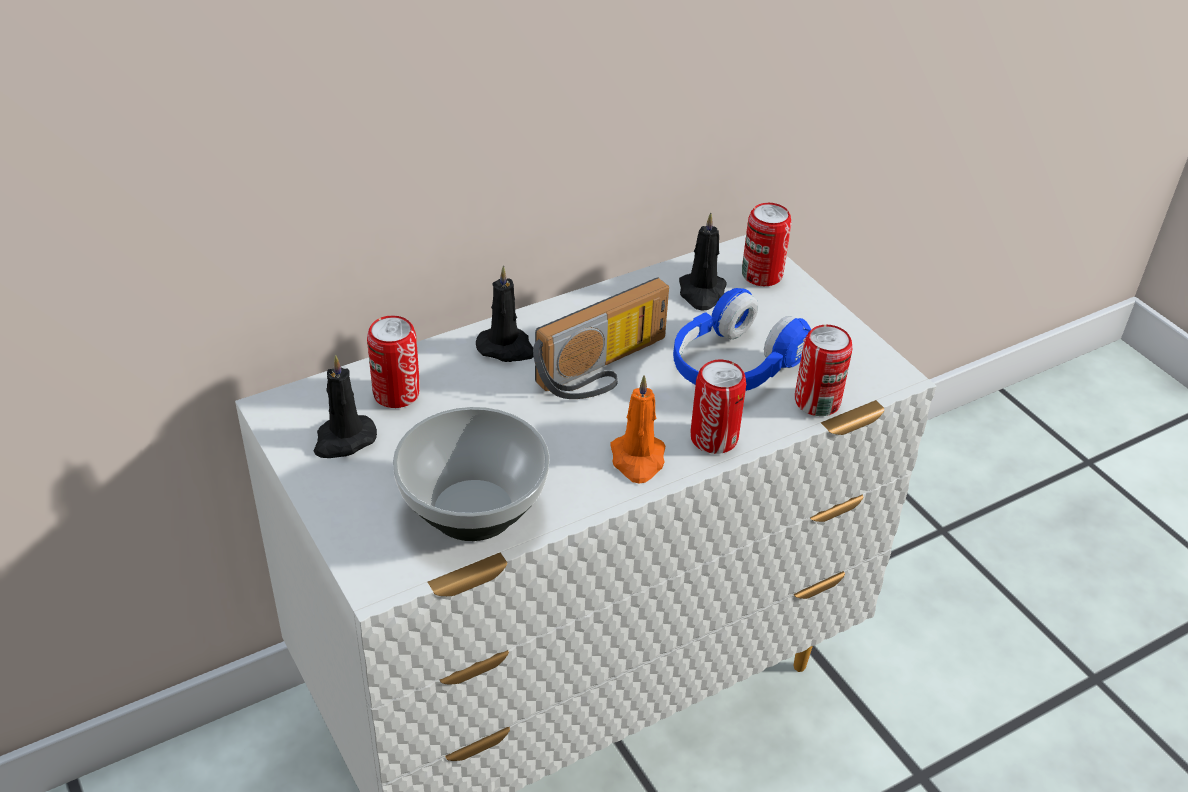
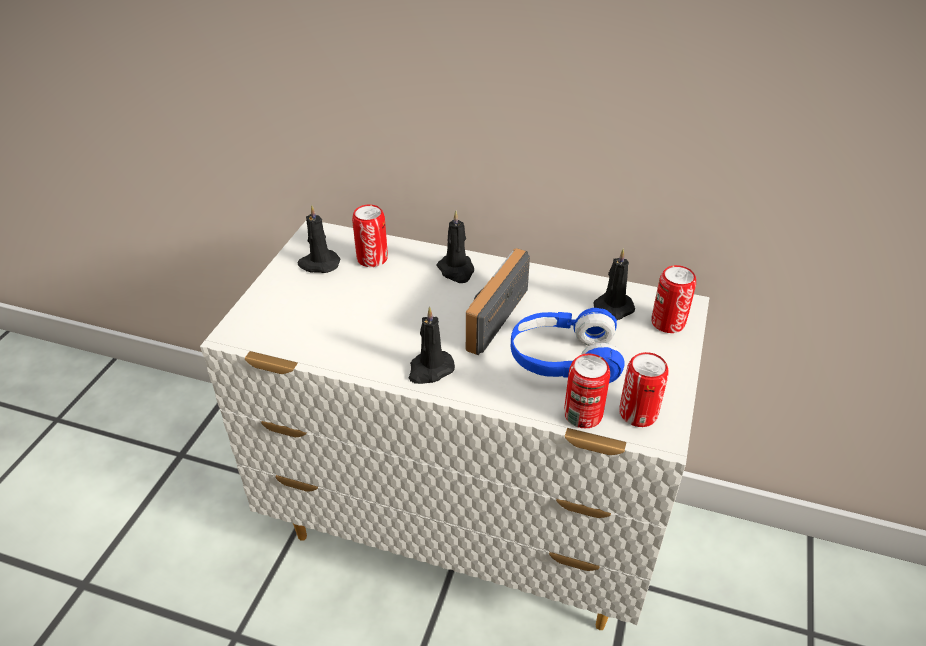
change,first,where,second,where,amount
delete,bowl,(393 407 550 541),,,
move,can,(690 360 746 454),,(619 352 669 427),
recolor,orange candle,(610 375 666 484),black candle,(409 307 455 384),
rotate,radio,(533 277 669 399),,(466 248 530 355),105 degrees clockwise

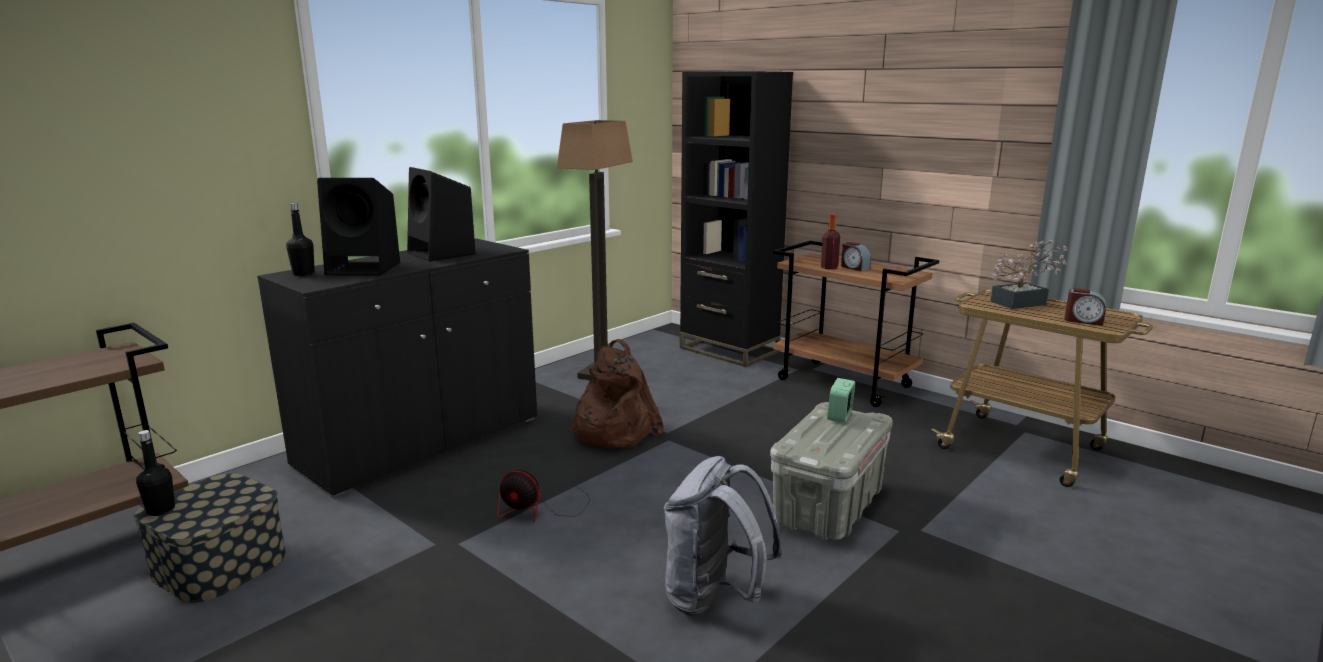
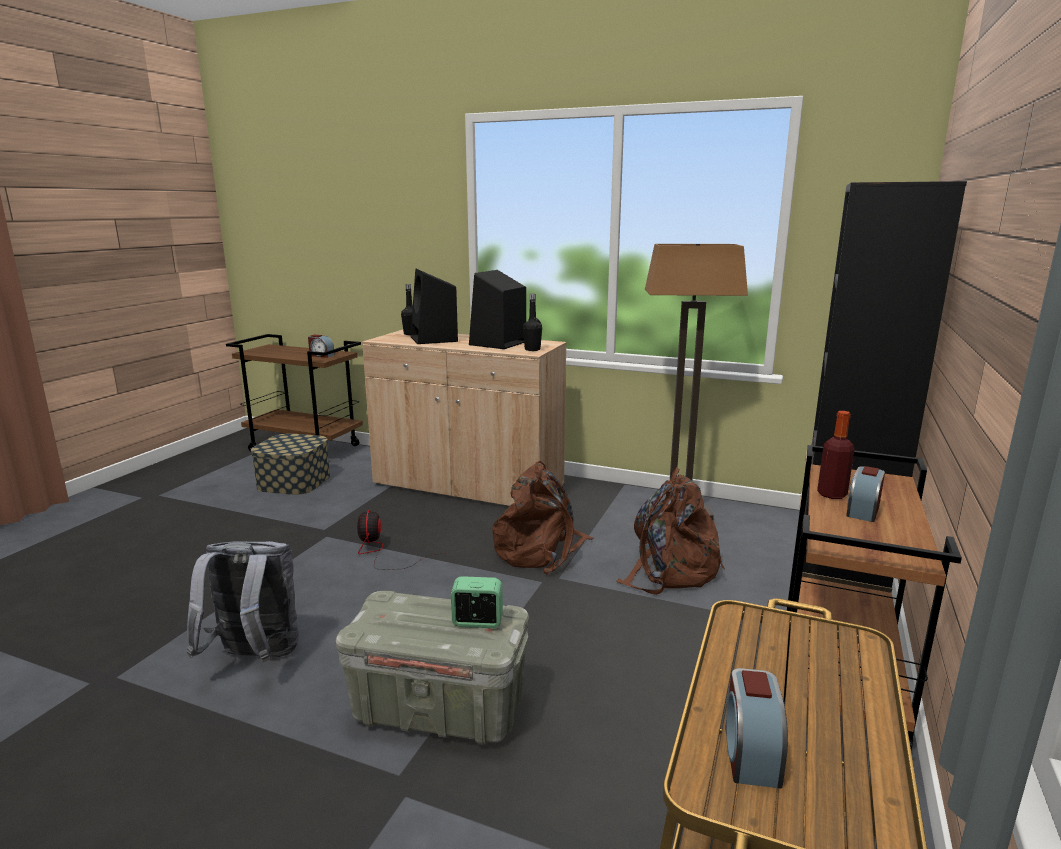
change,first,where,second,where,amount
delete,potted plant,(991 240 1067 309),,,
insert,,,alarm clock,(308 335 335 358),
insert,,,brown backpack,(616 467 725 595),
move,black bottle,(136 430 175 516),,(523 294 542 351),
recolor,black cabinet,(257 238 537 498),beige cabinet,(362 330 567 506),

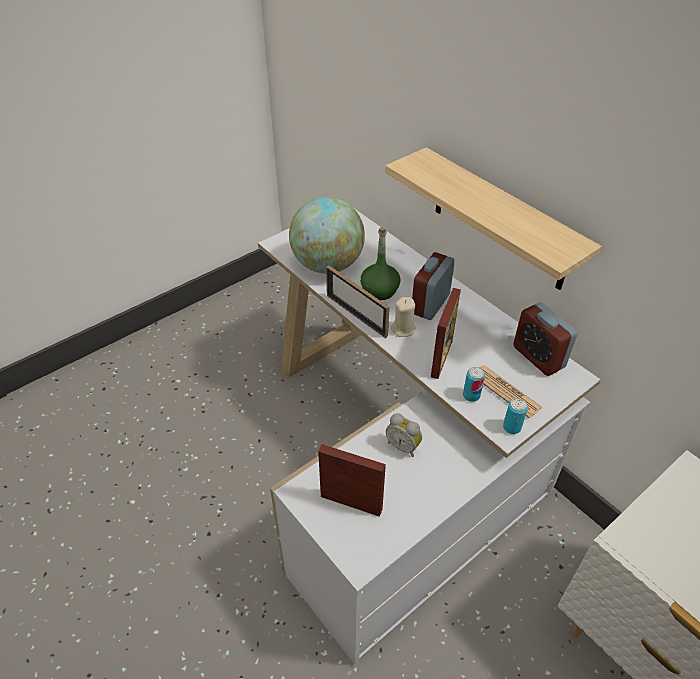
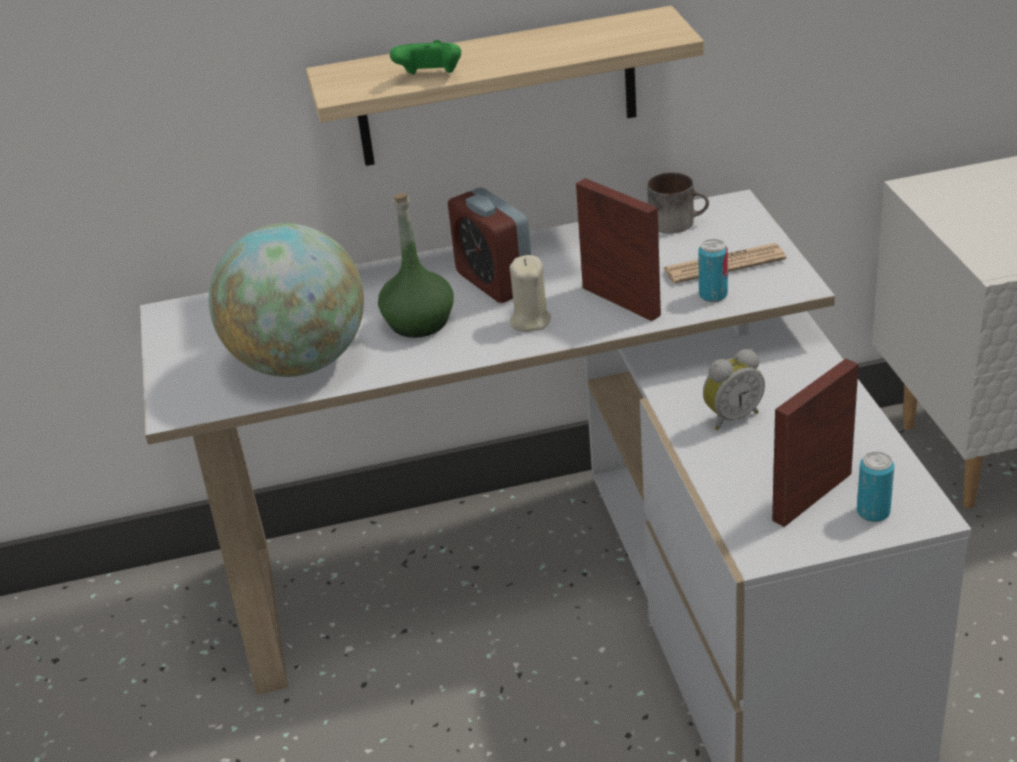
change,first,where,second,where,amount
delete,picture frame,(326 265 390 338),,,
insert,,,green game controller,(390 40 461 75),
move,can,(503 398 528 434),,(857 451 894 522),
replace,alarm clock,(513 302 577 376),mug,(647 172 709 234),

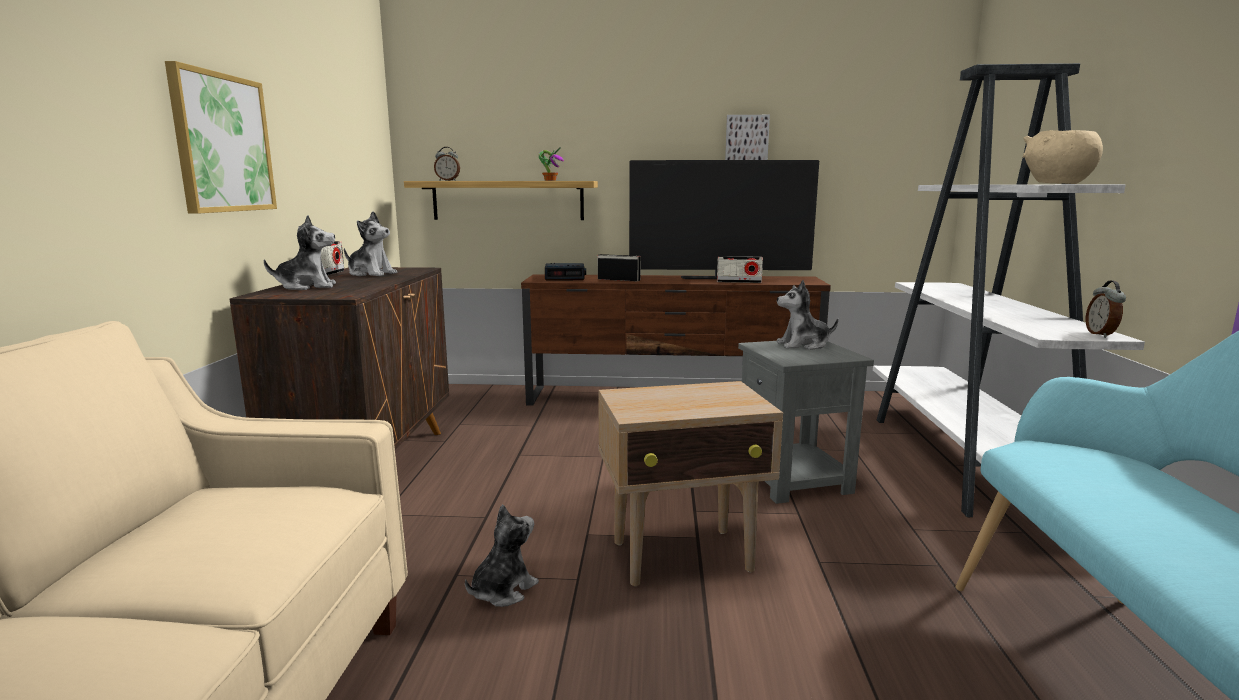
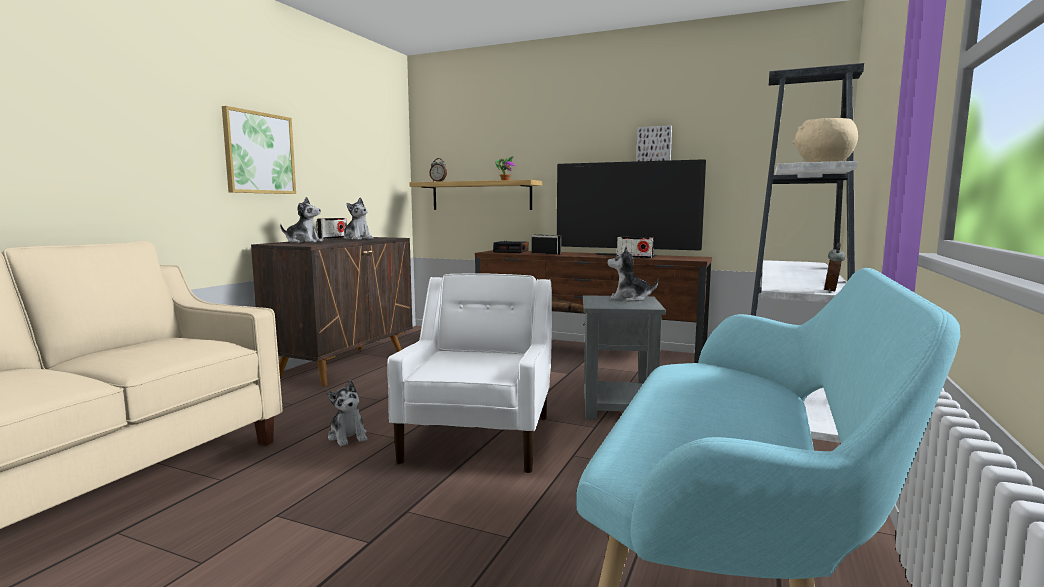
change,first,where,second,where,amount
replace,beige side table,(598 381 783 586),white armchair,(387 274 552 473),
rotate,plush toy,(465 504 539 607),,(327 380 368 446),90 degrees clockwise

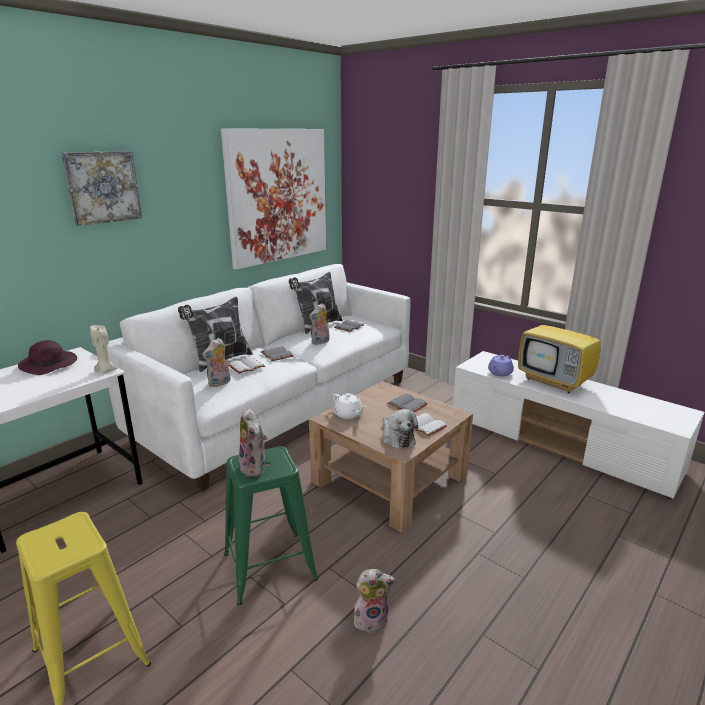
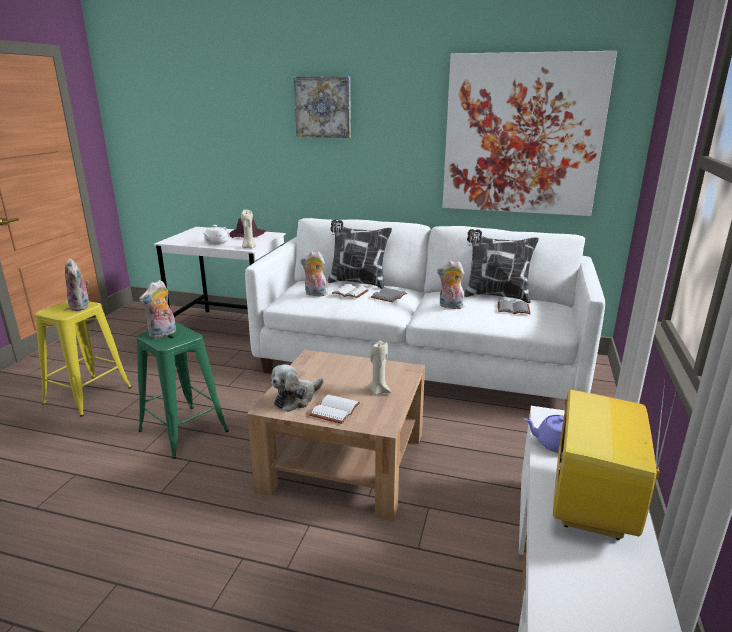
change,first,where,second,where,amount
move,white teapot,(333 393 366 419),,(203 225 228 245),
move,plush toy,(354 569 395 633),,(65 258 89 311),
replace,grey book,(387 393 428 412),beige candle,(366 340 391 396),

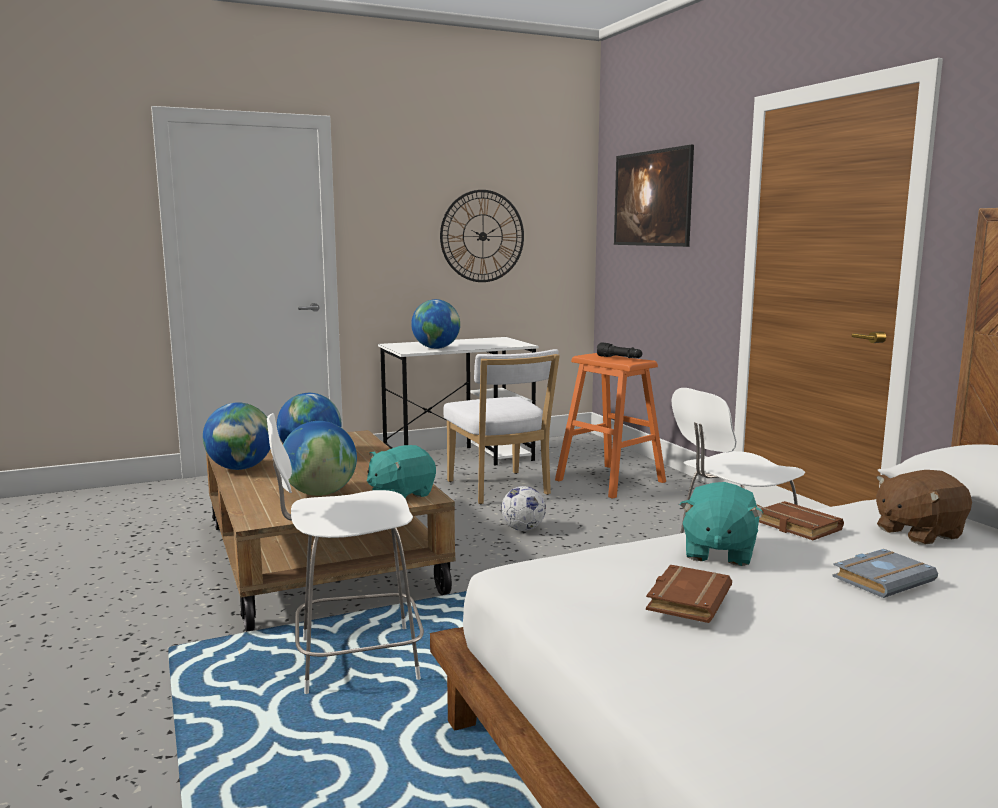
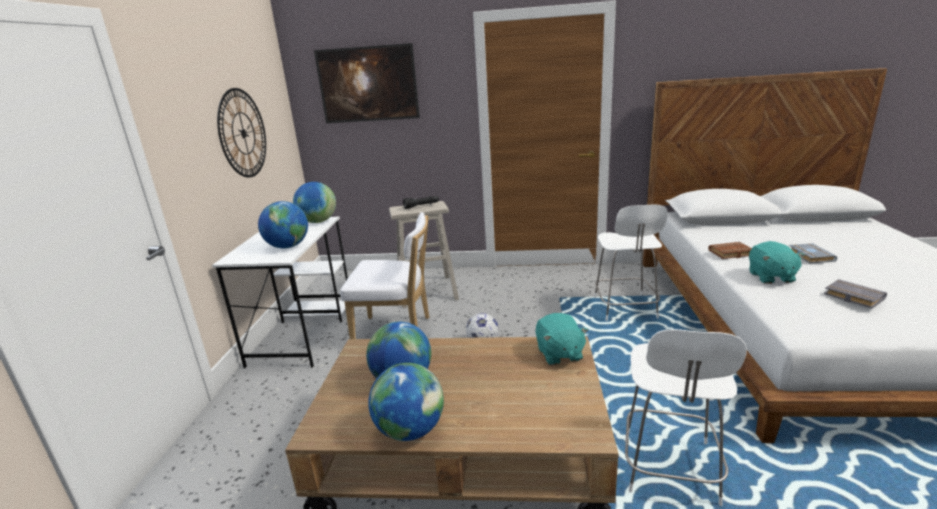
change,first,where,second,where,amount
delete,brown plush toy,(876 470 972 545),,,
move,globe,(283 421 357 496),,(293 182 336 223),
recolor,orange stool,(555 353 666 499),beige stool,(389 201 459 308),
recolor,brown book,(646 565 732 623),grey book,(824 279 887 309),
rotate,turquoise plush toy,(679 482 763 566),,(749 241 805 284),45 degrees clockwise

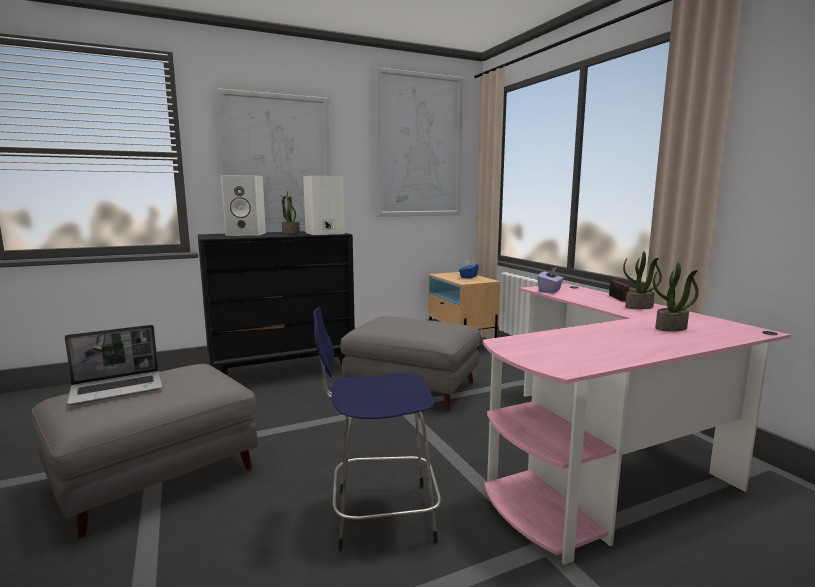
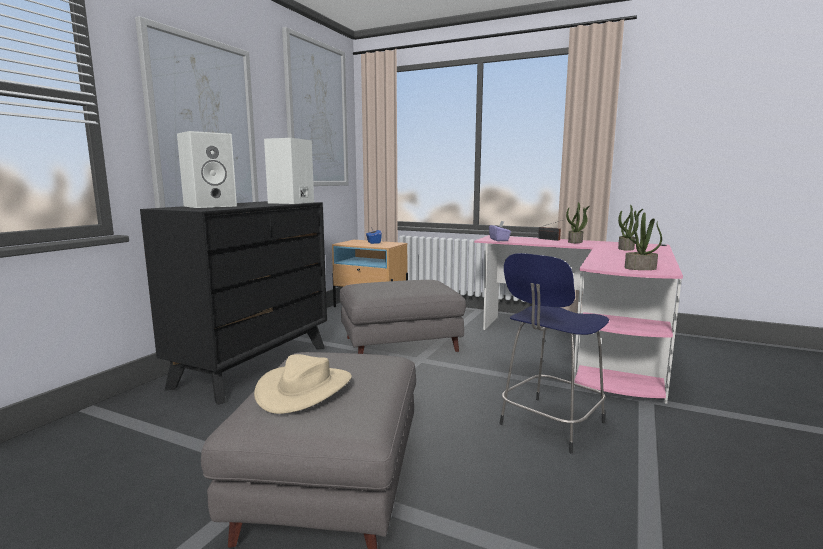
change,first,where,second,where,amount
move,potted plant,(280 192 300 234),,(625 212 662 270),
replace,laptop,(65 325 163 405),beige hat,(254 354 352 414),

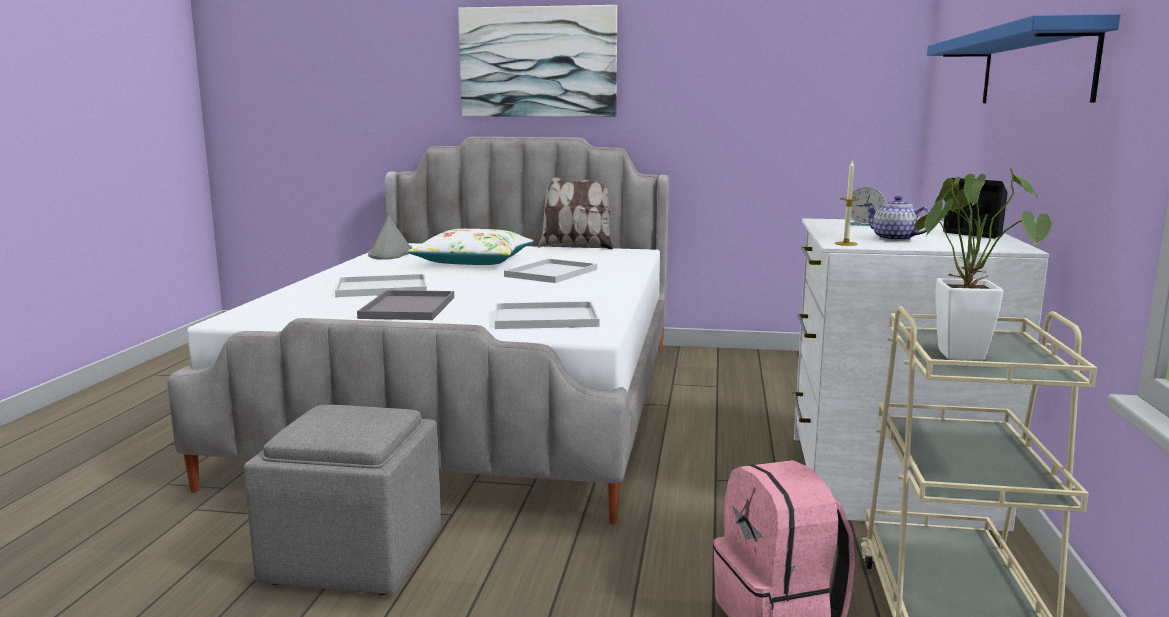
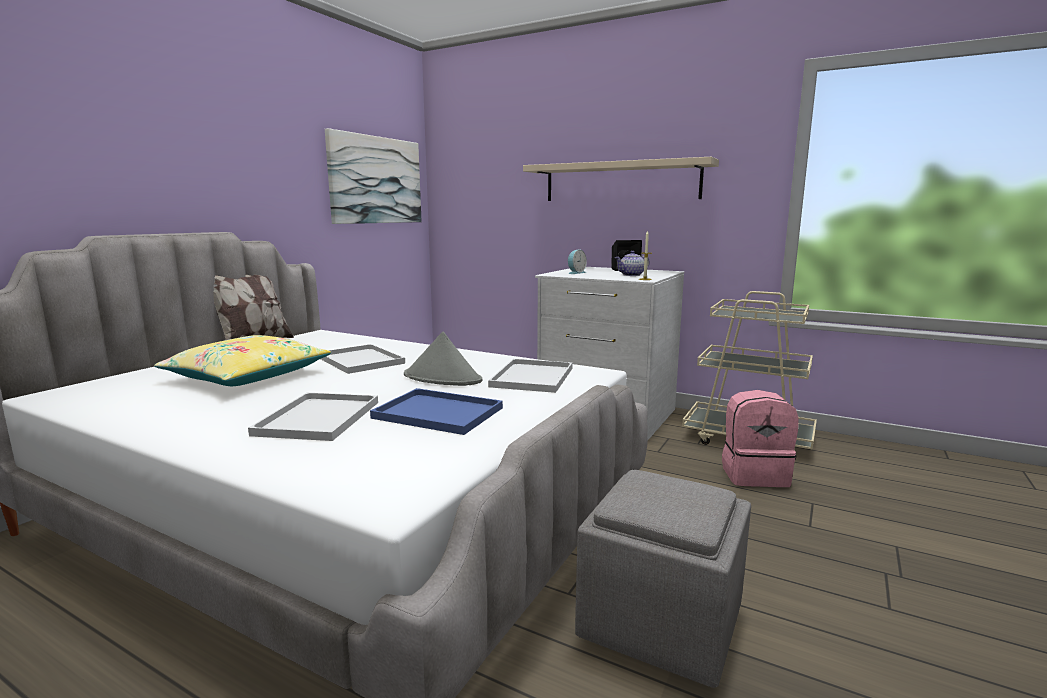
change,first,where,second,where,amount
delete,potted plant,(914 168 1052 361),,,
move,grey hat,(368 215 412 260),,(404 331 482 386),
move,picture,(458 5 617 117),,(325 128 422 224),
recolor,grey tray,(357 290 454 320),blue tray,(370 388 503 435),
recolor,white pillow,(407 229 534 265),yellow pillow,(154 335 331 386),
recolor,blue shelf,(927 14 1120 103),beige shelf,(523 157 719 201),

